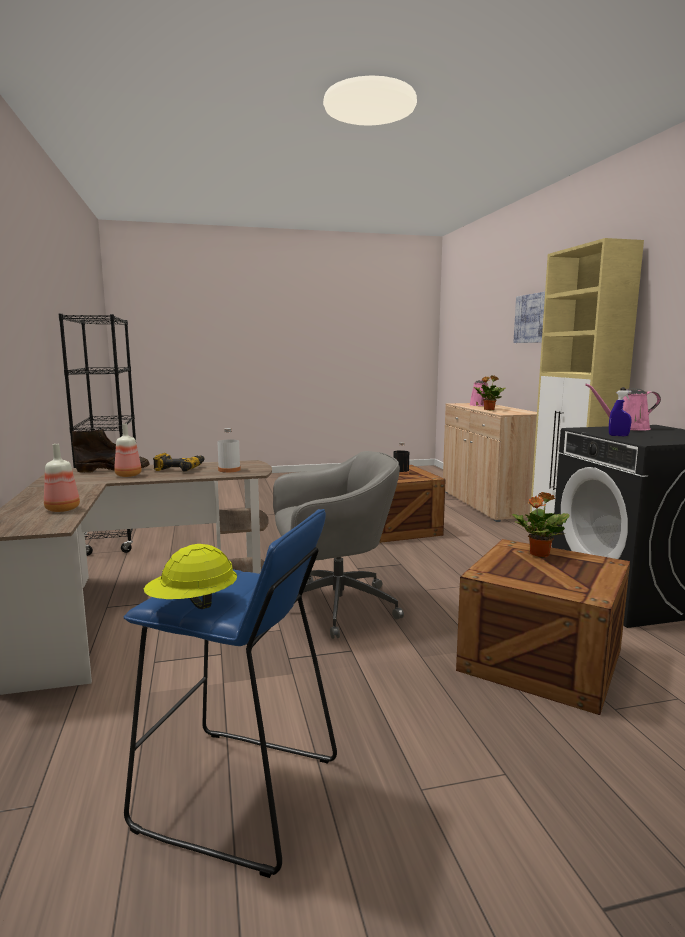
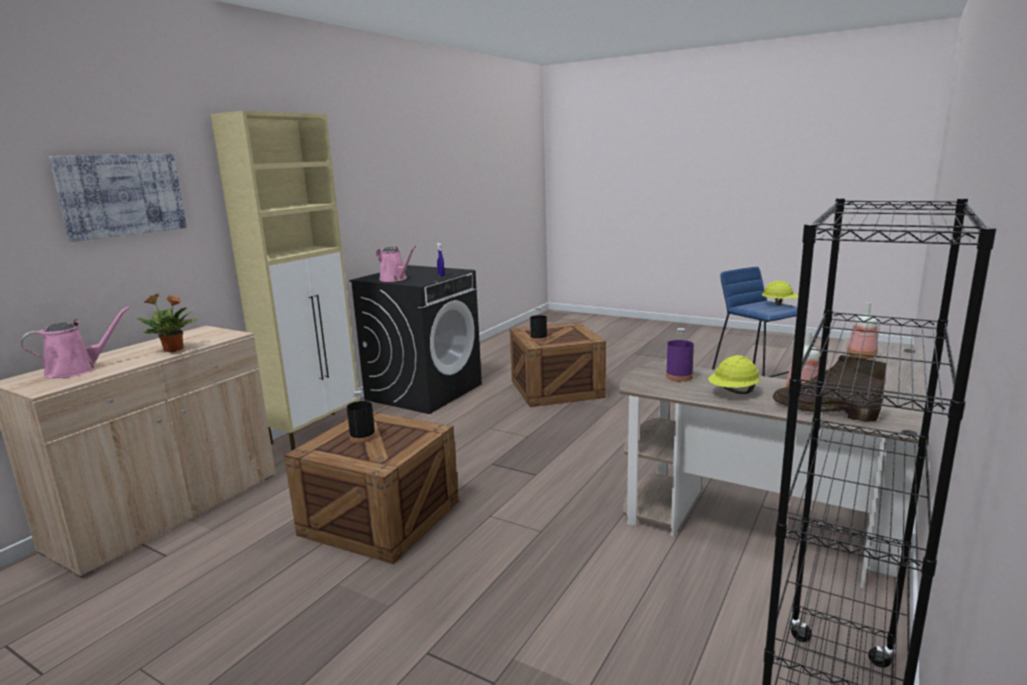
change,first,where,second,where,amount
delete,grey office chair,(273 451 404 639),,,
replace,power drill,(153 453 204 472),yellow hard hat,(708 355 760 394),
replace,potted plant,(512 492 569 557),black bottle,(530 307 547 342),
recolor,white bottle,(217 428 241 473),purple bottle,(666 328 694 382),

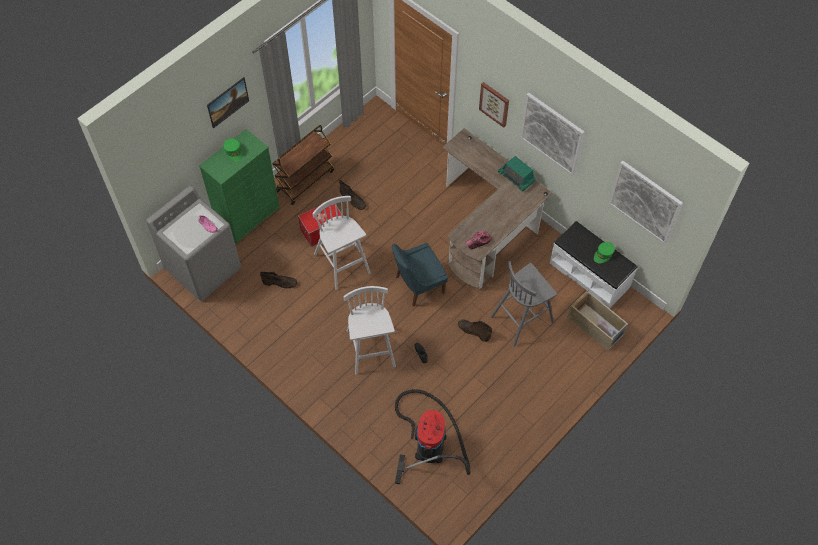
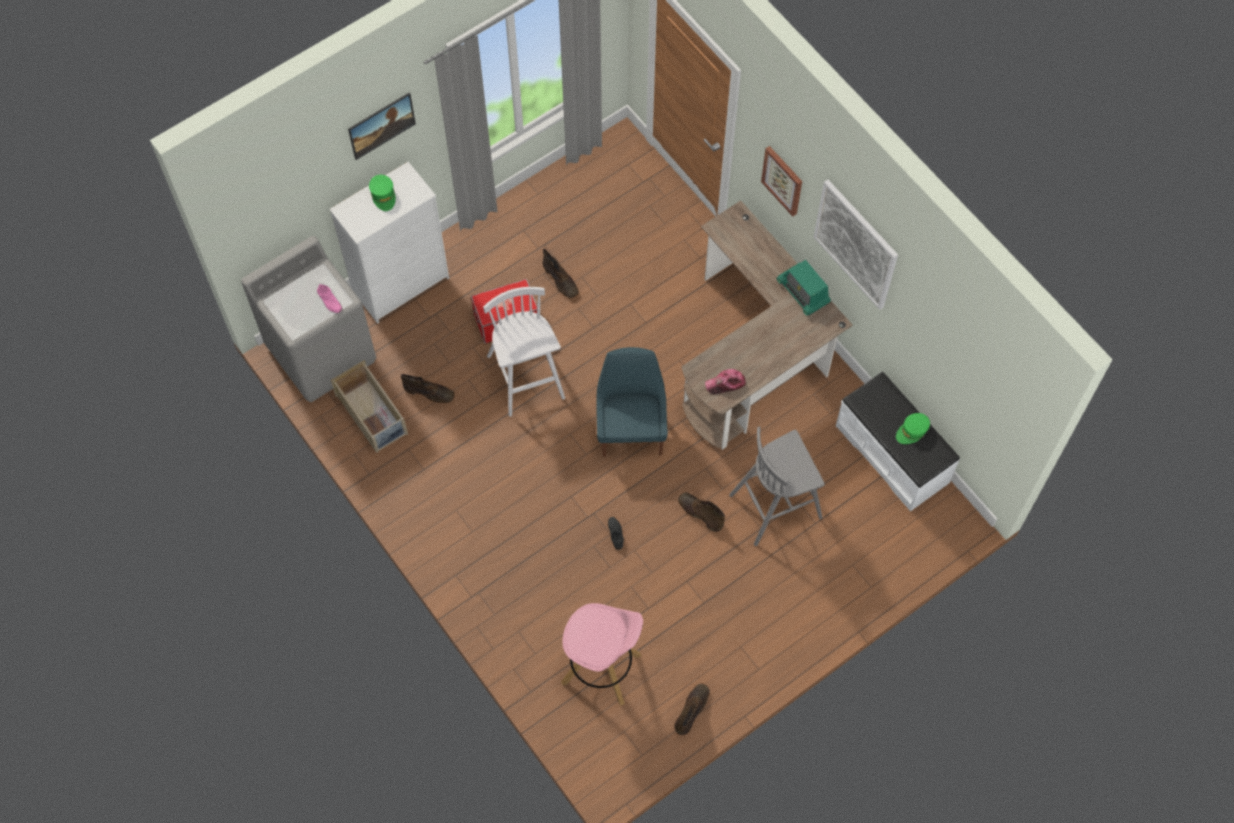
change,first,where,second,where,amount
delete,brown cart,(273 125 334 205),,,
delete,white stool,(343 286 396 375),,,
delete,picture,(609 161 683 244),,,
insert,,,brown boot,(675 684 710 735),
move,beige storage box,(568 290 628 351),,(331 360 408 453),
replace,vacuum cleaner,(395 389 471 484),pink stool,(561 603 643 705),
recolor,green dresser,(199 129 280 245),white dresser,(329 162 449 324),
rotate,blue chair,(392 243 448 307),,(596 347 668 457),105 degrees clockwise

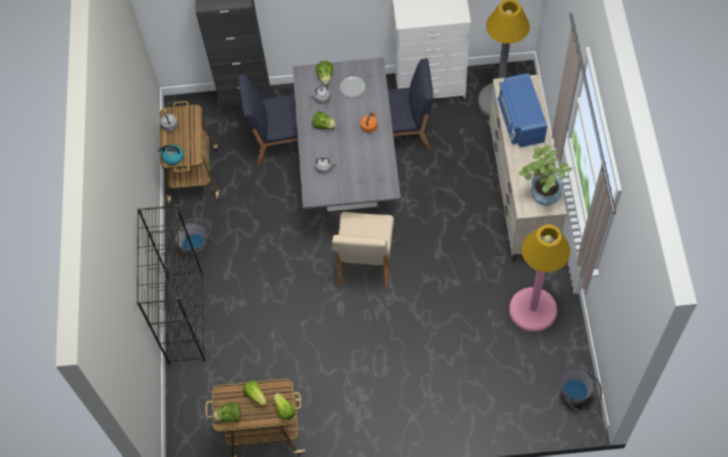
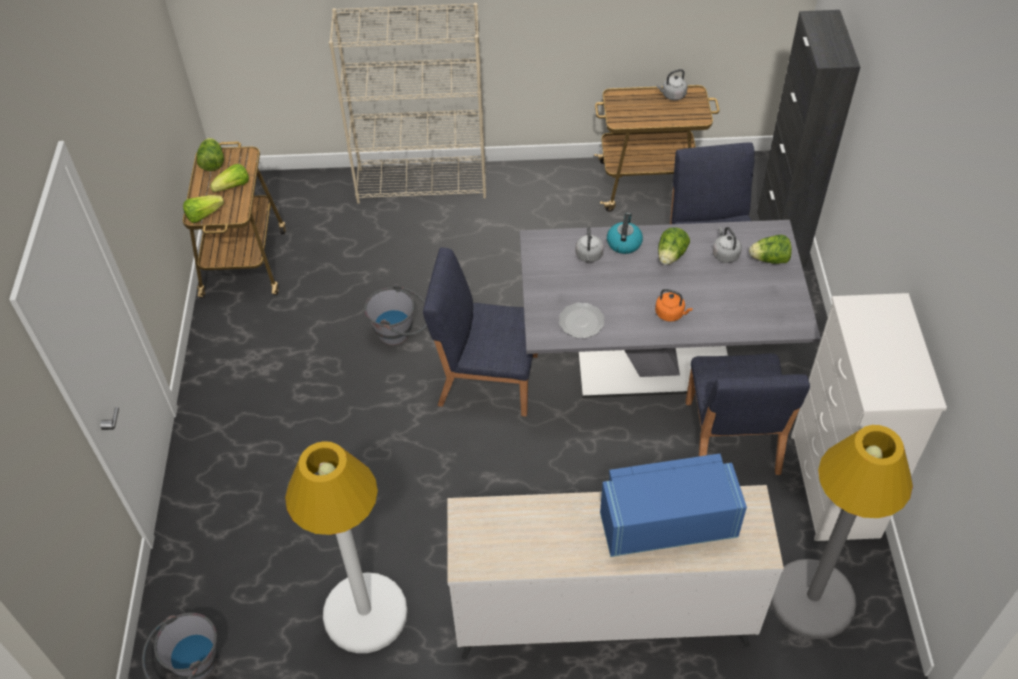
change,first,where,second,where,amount
delete,potted plant,(519 145 572 206),,,
move,kettle,(157 145 184 165),,(607 213 643 254),
move,grey bucket,(174 219 211 258),,(364 284 427 345),
move,plate,(340 76 365 97),,(559 303 604 338),
recolor,black bookcase,(137 204 205 365),beige bookcase,(329 3 486 204),
recolor,beige chair,(332 212 394 287),blue chair,(423 247 538 416),
recolor,pink floor lamp,(509 224 570 332),white floor lamp,(285 441 408 653),

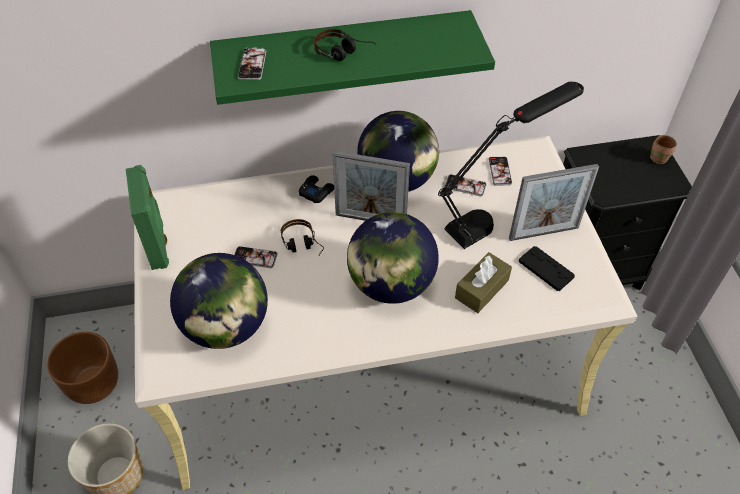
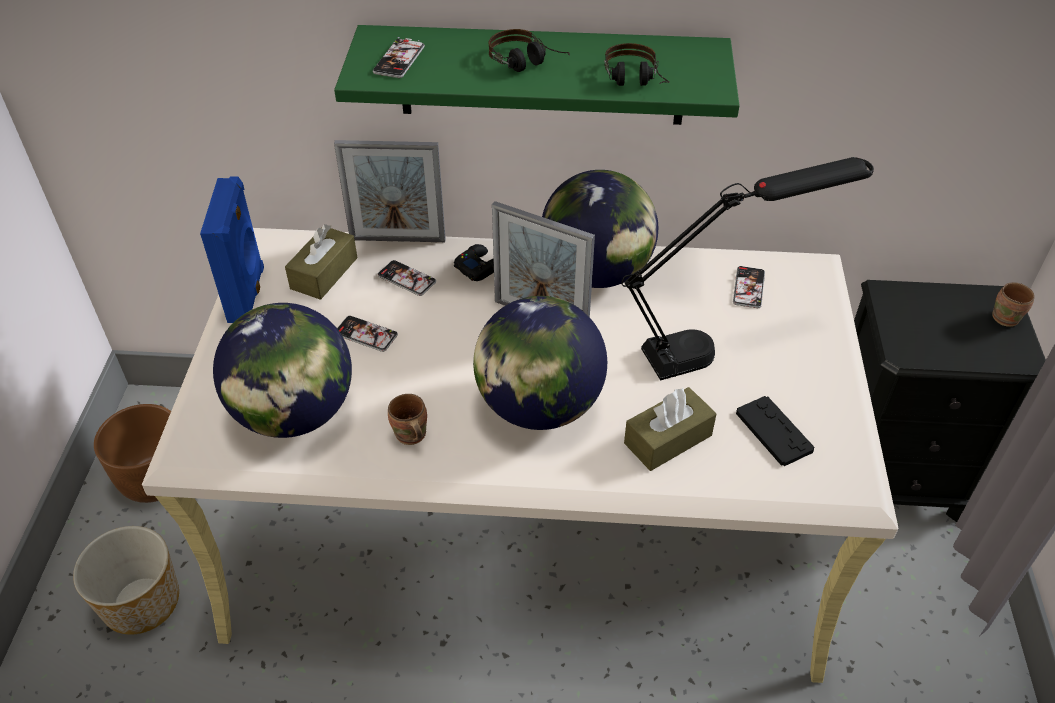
change,first,where,second,where,amount
insert,,,brown tissue box,(285 224 357 300),
insert,,,brown mug,(388 394 427 445),
move,headphones,(281 219 324 255),,(604 43 670 86),
move,phone,(445 174 487 196),,(377 260 436 296),
move,picture frame,(509 164 599 241),,(334 140 446 242),
recolor,green speaker,(126 165 169 270),blue speaker,(200 176 264 323),

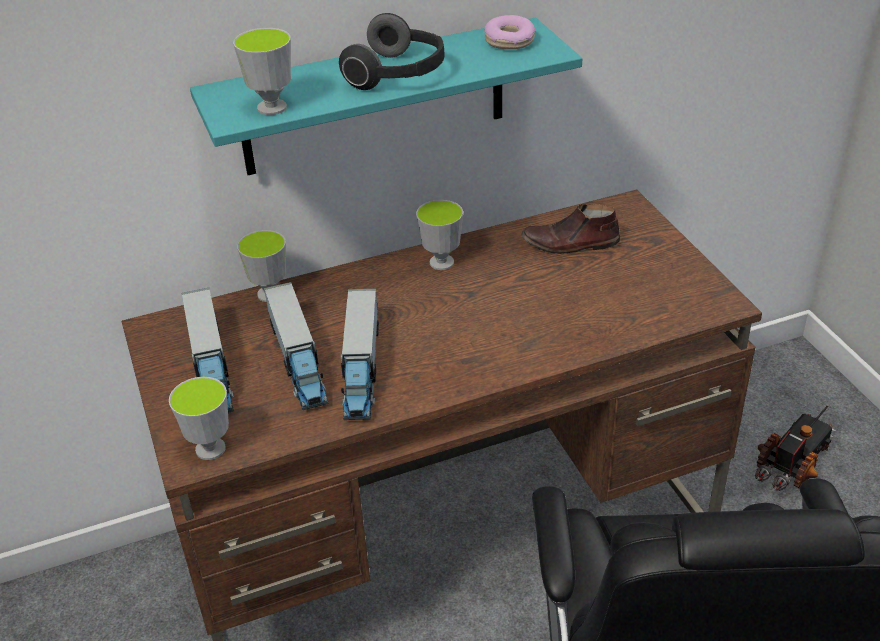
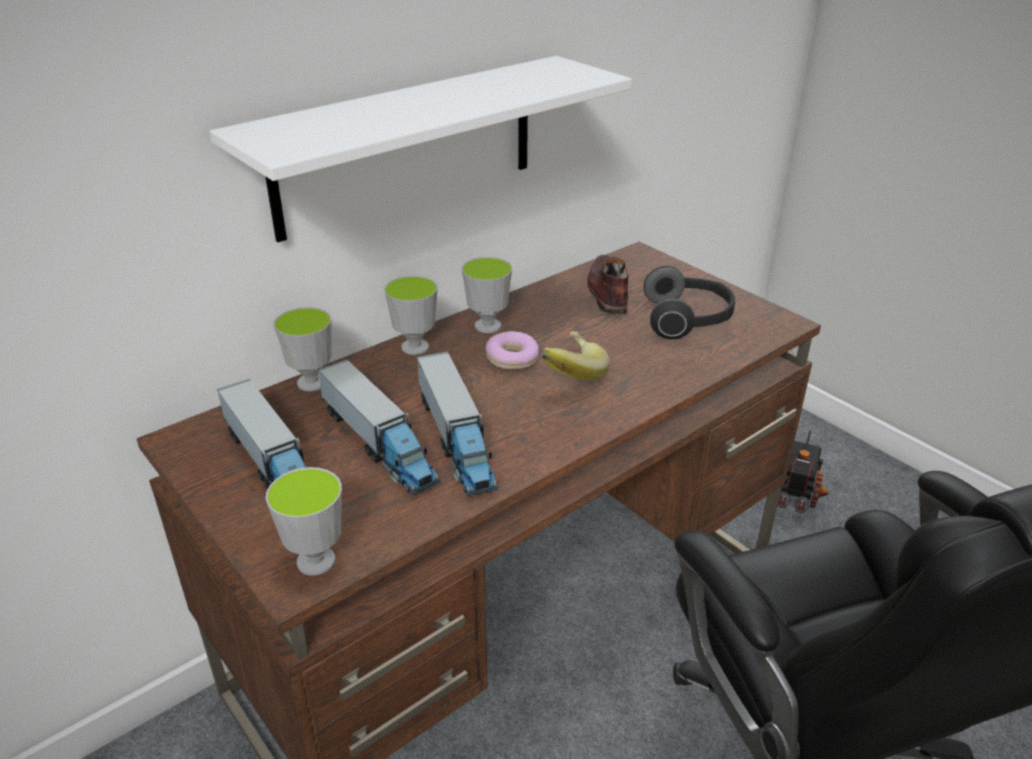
change,first,where,second,where,amount
insert,,,banana,(541 332 610 381),
move,cup,(233 28 291 115),,(384 276 438 355),
move,headphones,(339 13 444 90),,(643 266 735 339),
move,donut,(484 15 535 49),,(486 331 539 370),
recolor,turquoise shelf,(190 18 582 175),white shelf,(209 56 632 242),
rotate,brown shoe,(521 204 620 254),,(587 255 628 315),105 degrees clockwise

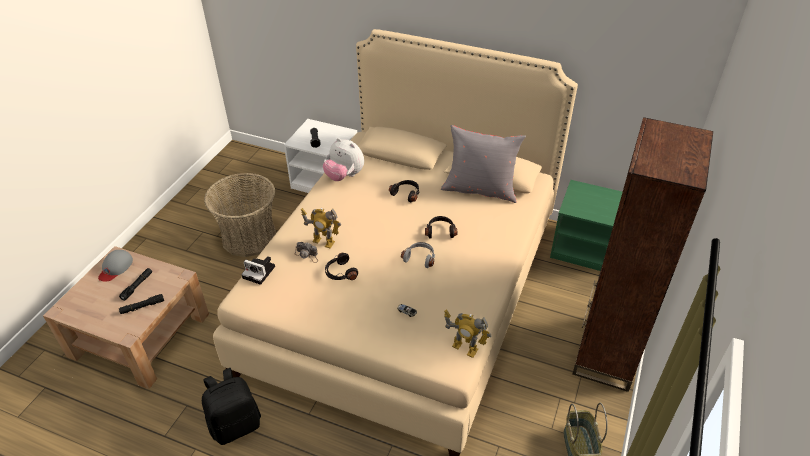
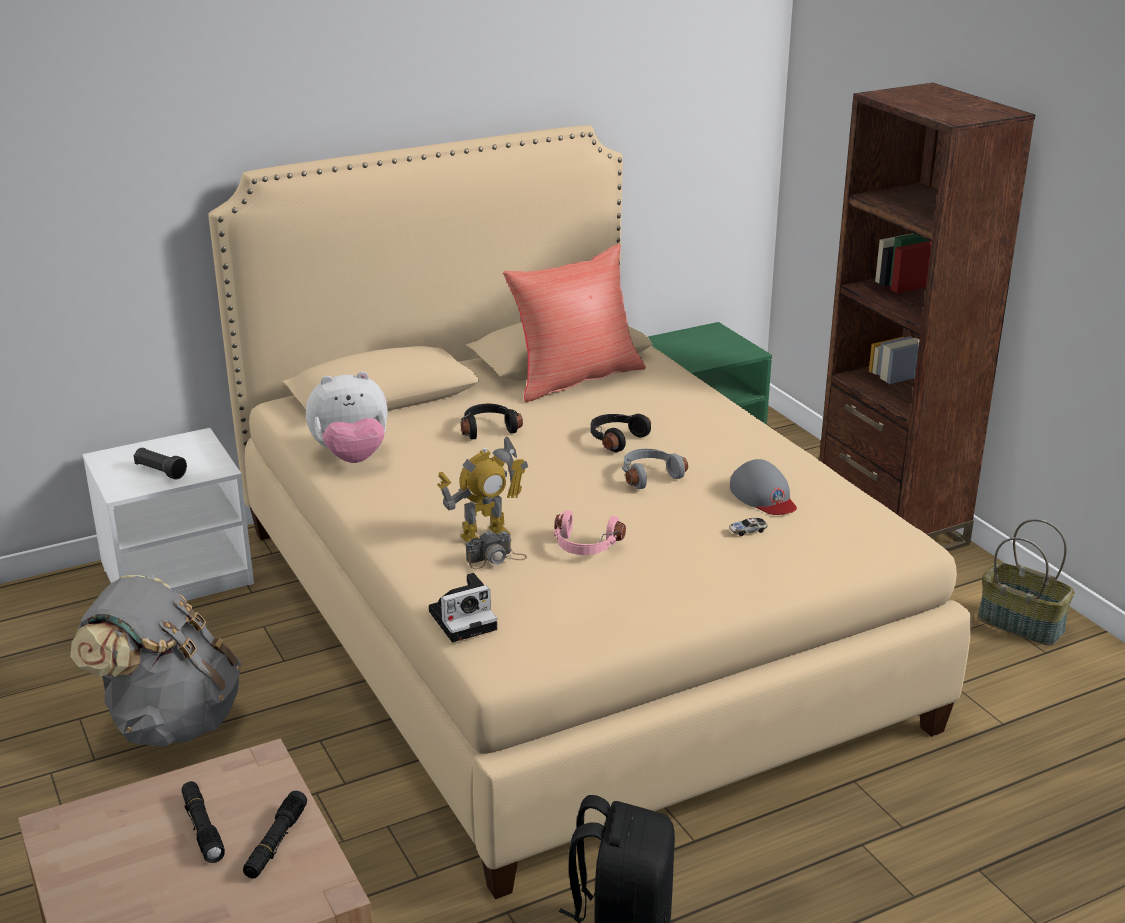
change,first,where,second,where,amount
delete,toy robot,(444 310 491 358),,,
move,grey cap,(98 250 133 282),,(730 459 797 515),
replace,basket,(204 173 276 257),grey backpack,(70 575 241 746),
recolor,black headphones,(325 253 358 280),pink headphones,(554 510 626 555),
recolor,grey pillow,(441 125 526 203),red pillow,(503 244 646 402),

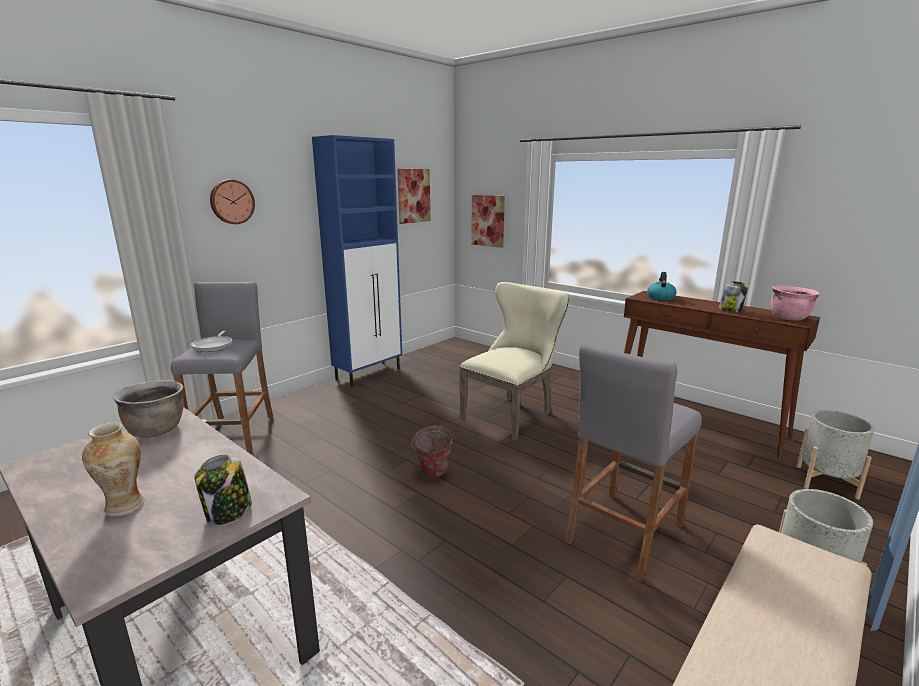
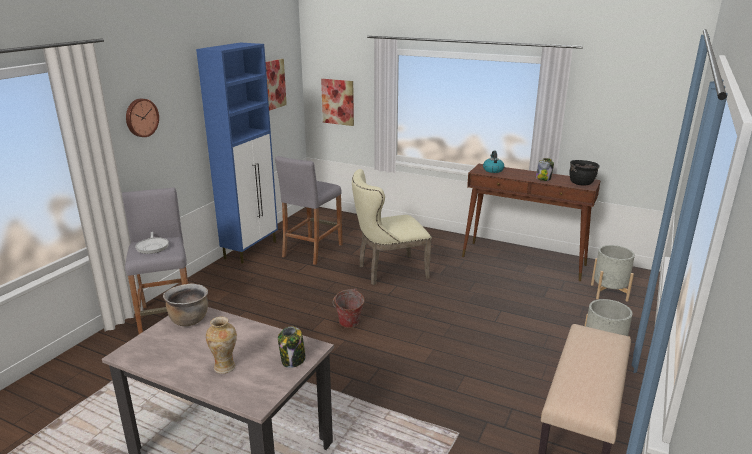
change,first,where,second,where,amount
move,grey stool,(565 343 702 581),,(275 156 343 265),
recolor,pink cooking pot,(771 285 820 321),black cooking pot,(569 160 600 186),
rotate,beige chair,(459 282 569 441),,(352 169 432 285),135 degrees counterclockwise

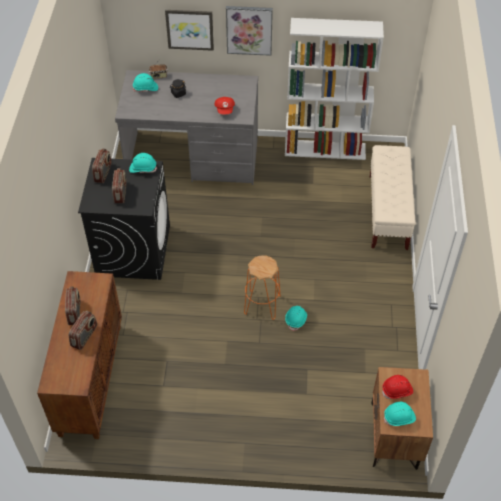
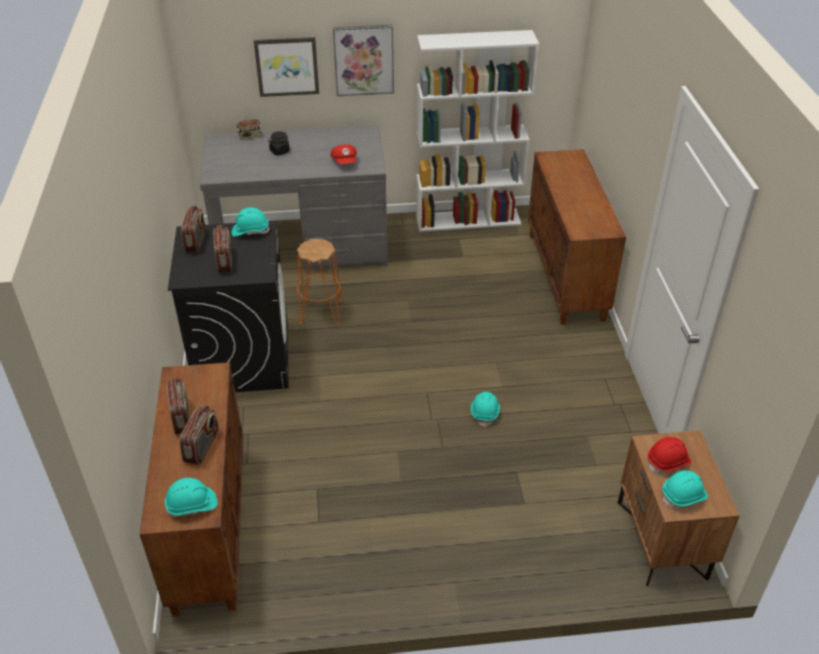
change,first,where,second,where,amount
move,turquoise hard hat,(133 73 158 92),,(165 478 218 517),
move,orange stool,(244 255 281 320),,(297 239 342 325),
replace,beige bench,(370 145 416 250),brown cabinet,(528 149 626 324),

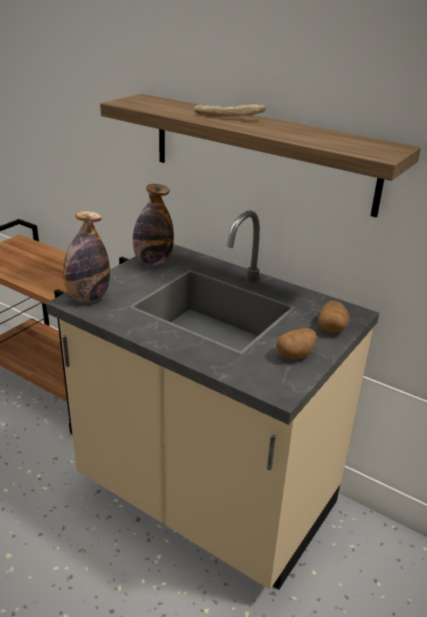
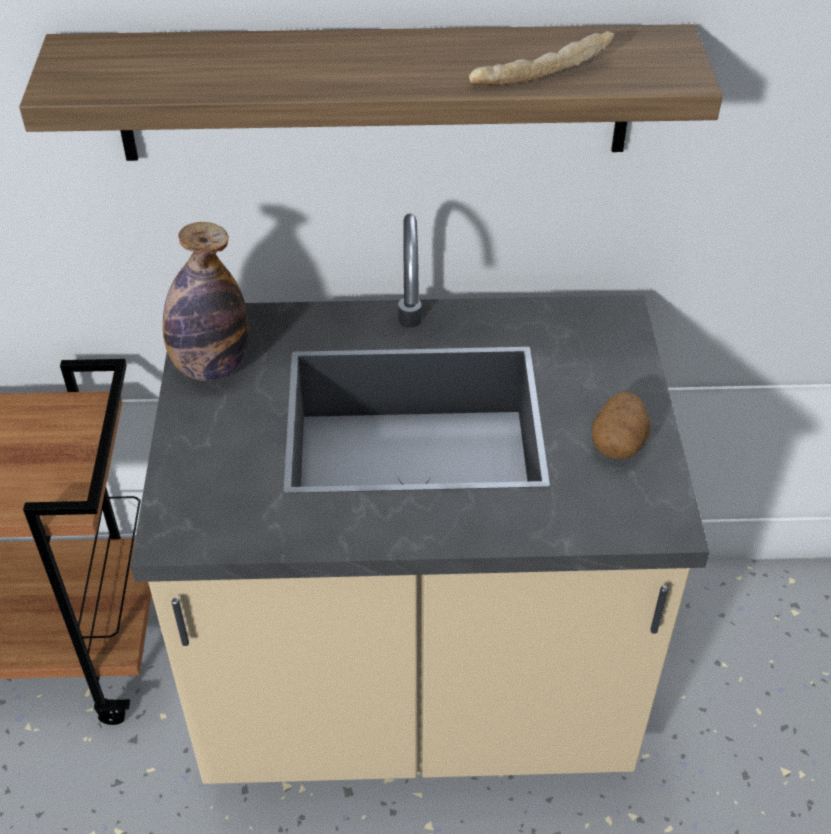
change,first,where,second,where,amount
delete,bottle,(63 211 110 302),,,
delete,potato,(318 300 349 333),,,
move,bread,(194 104 266 117),,(468 31 615 85),

